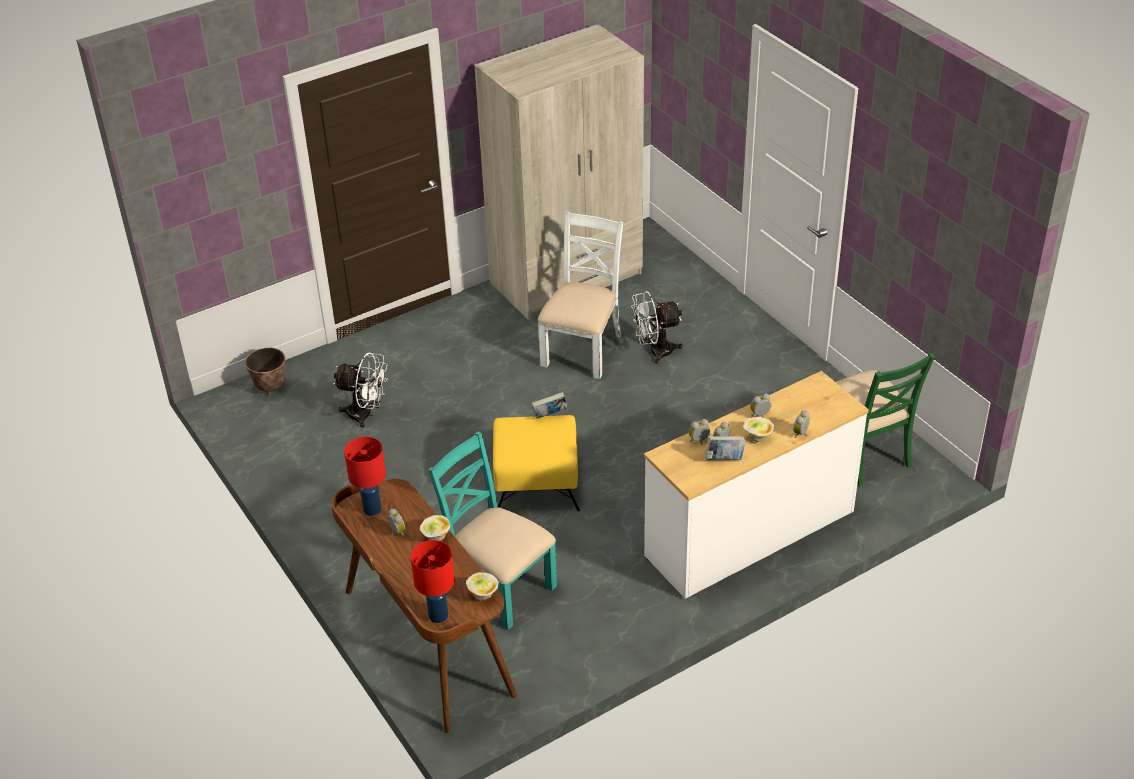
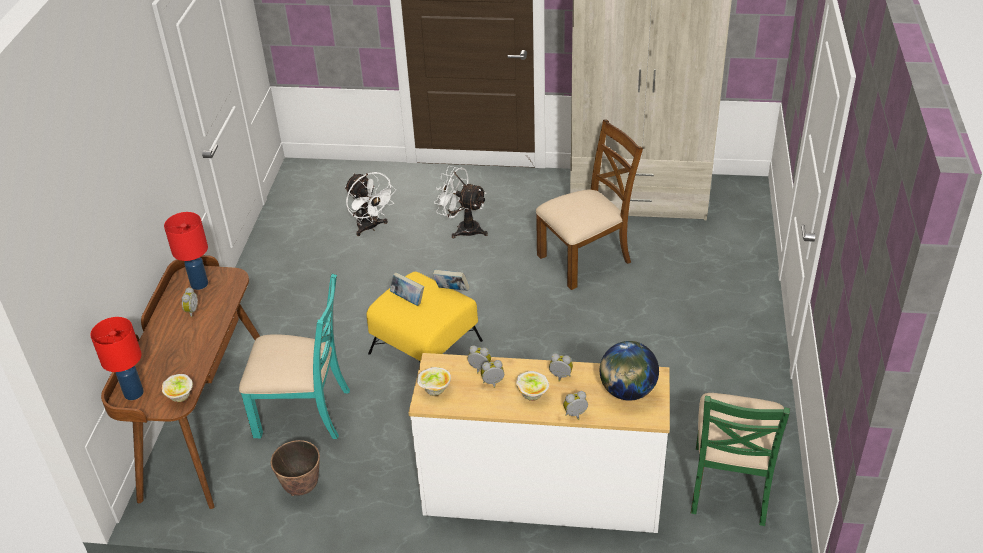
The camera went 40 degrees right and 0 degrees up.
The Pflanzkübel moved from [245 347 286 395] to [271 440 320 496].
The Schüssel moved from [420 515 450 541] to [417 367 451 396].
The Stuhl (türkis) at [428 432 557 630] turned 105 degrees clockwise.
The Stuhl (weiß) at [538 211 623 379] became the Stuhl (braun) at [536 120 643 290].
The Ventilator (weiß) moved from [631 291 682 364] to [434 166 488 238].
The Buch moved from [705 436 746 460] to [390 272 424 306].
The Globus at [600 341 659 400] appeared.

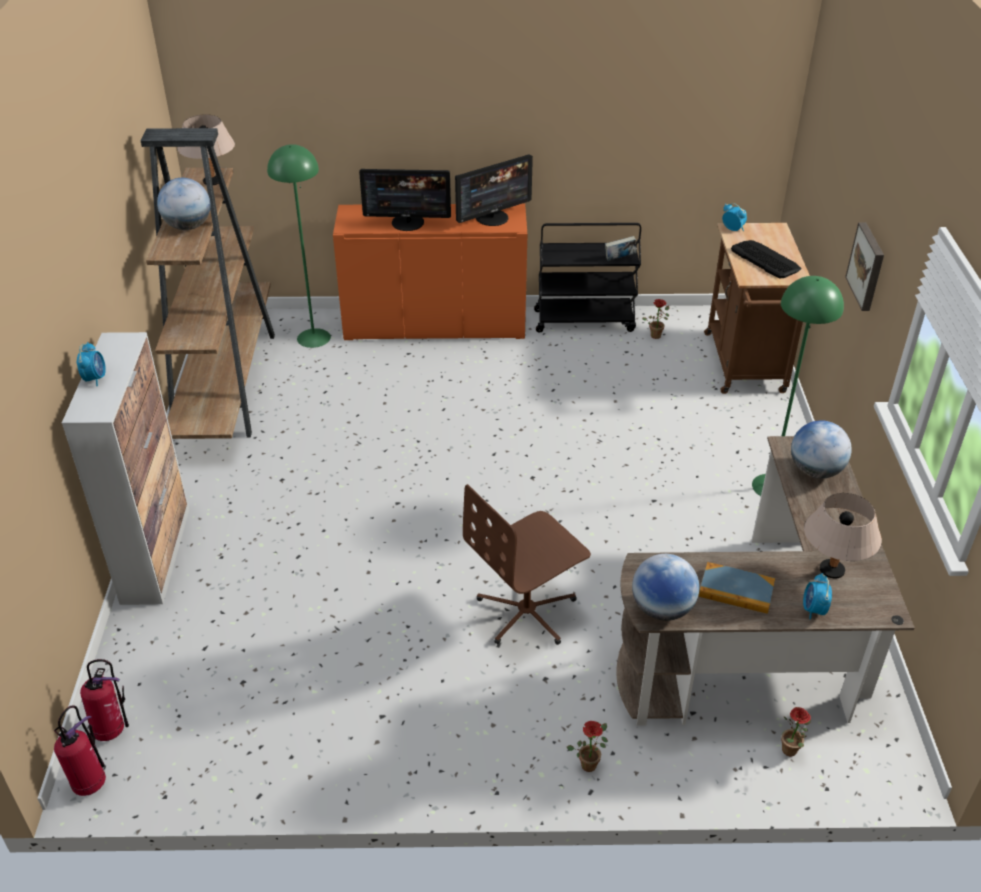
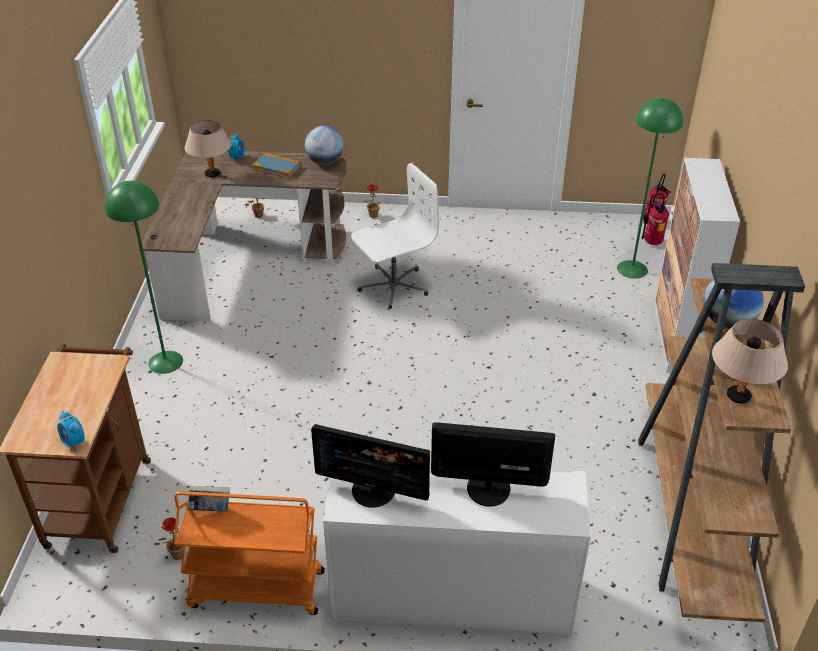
The camera went 175 degrees left and 0 degrees up.
The Wecker at [77 342 106 387] disappeared.
The Stehlampe (grün) moved from [267 144 331 348] to [617 98 683 279].
The Schrank (orange) at [333 203 527 340] became the Schrank (weiß) at [323 465 591 637].
The Monitor at [455 154 533 226] turned 135 degrees counterclockwise.
The Bürostuhl (braun) at [463 484 591 645] became the Bürostuhl (weiß) at [351 163 439 309].
The Rollwagen (schwarz) at [534 223 641 333] became the Rollwagen (orange) at [174 491 325 615].
The Tastatur at [731 240 801 278] disappeared.
The Globus at [791 420 852 479] disappeared.
The Bild at [845 222 884 311] disappeared.

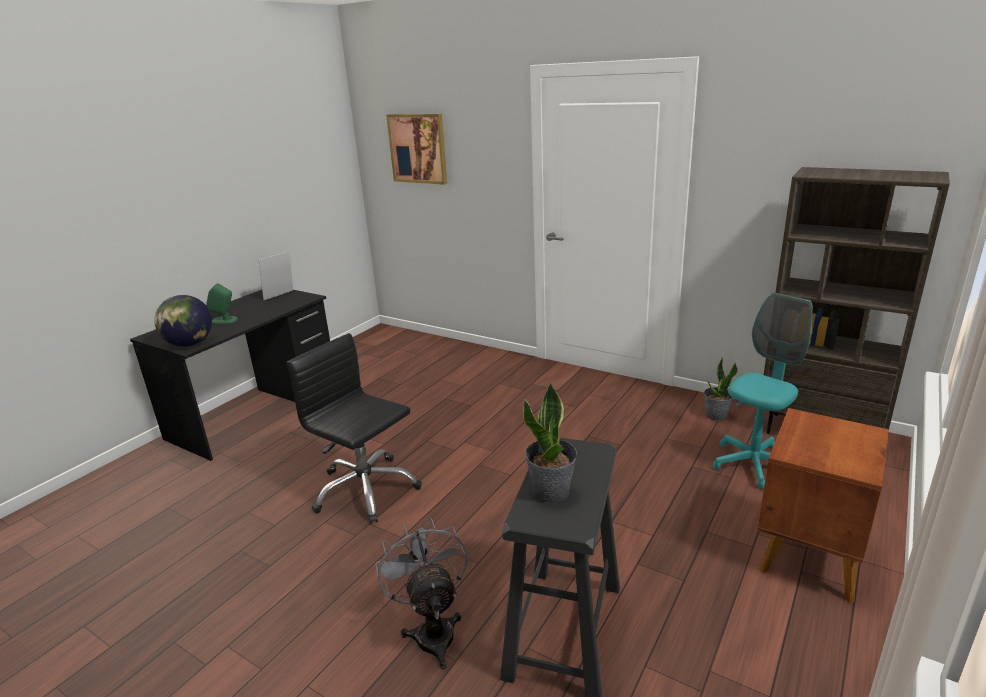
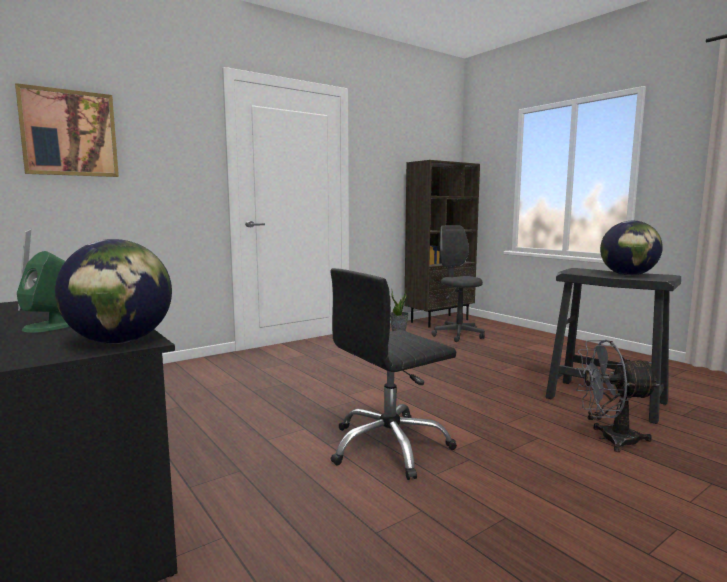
The camera went 70 degrees left and 15 degrees down.
The Topfpflanze at [523 383 577 503] was replaced by the Globus at [600 221 663 276].
The Bürostuhl (türkis) at [713 292 813 489] became the Bürostuhl (grau) at [431 225 485 342].
The Nachttisch (braun) at [757 408 889 603] disappeared.

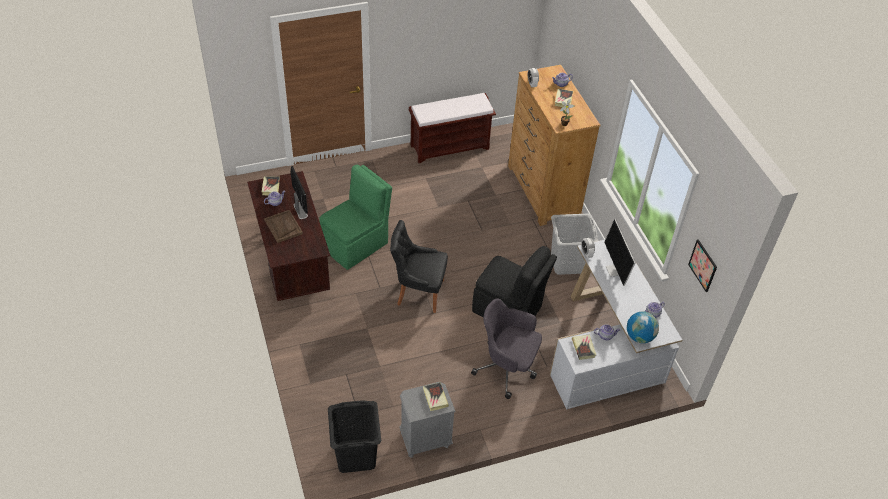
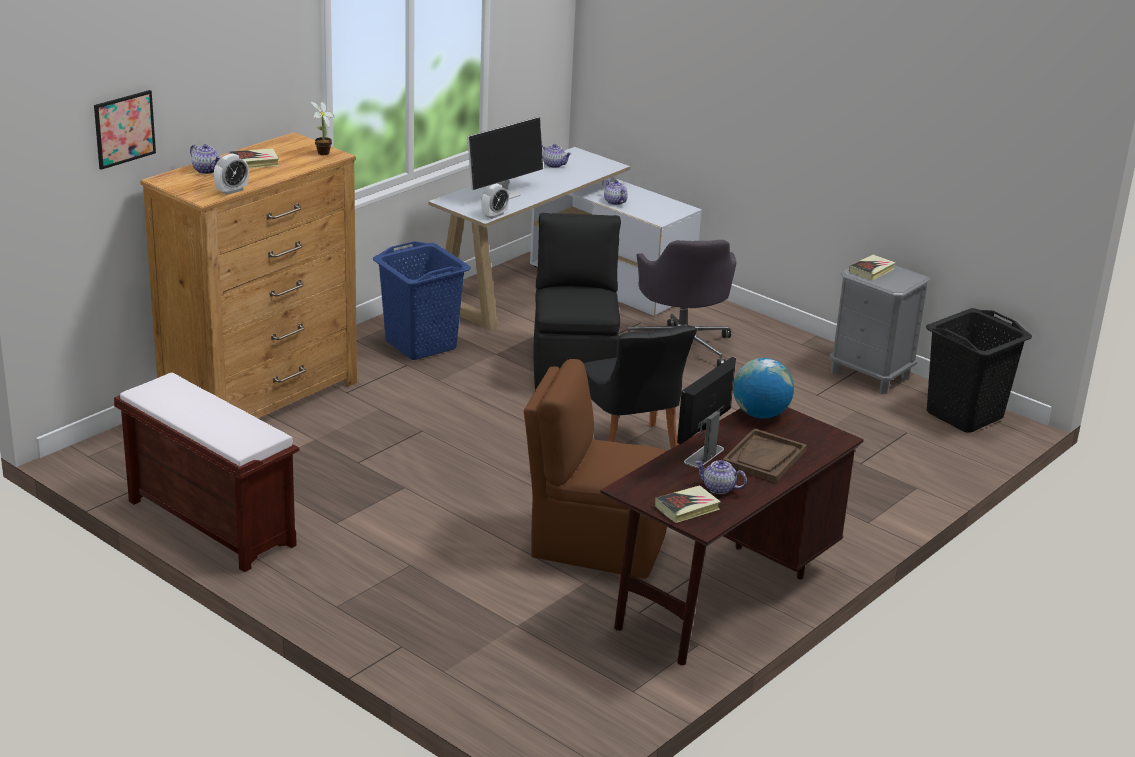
The camera went 120 degrees left and 20 degrees down.
The Stuhl (grün) at [319 165 392 270] became the Stuhl (braun) at [524 359 667 579].
The Wäschekorb (grau) at [551 214 599 275] became the Wäschekorb (blau) at [373 241 471 360].
The Buch at [572 334 596 360] disappeared.
The Globus moved from [627 311 659 343] to [733 358 794 419].
The Bild moved from [688 239 717 292] to [94 90 156 170].

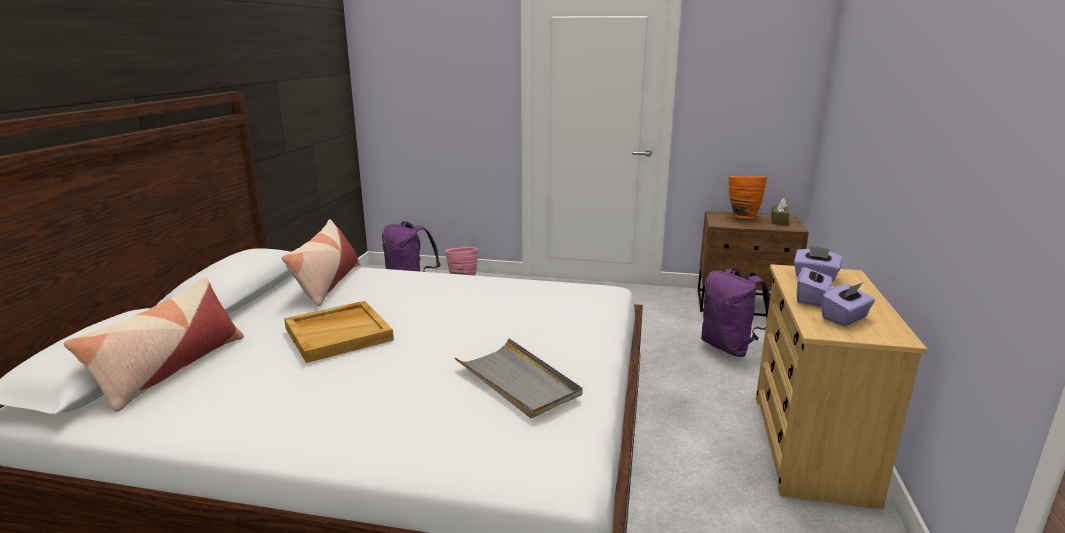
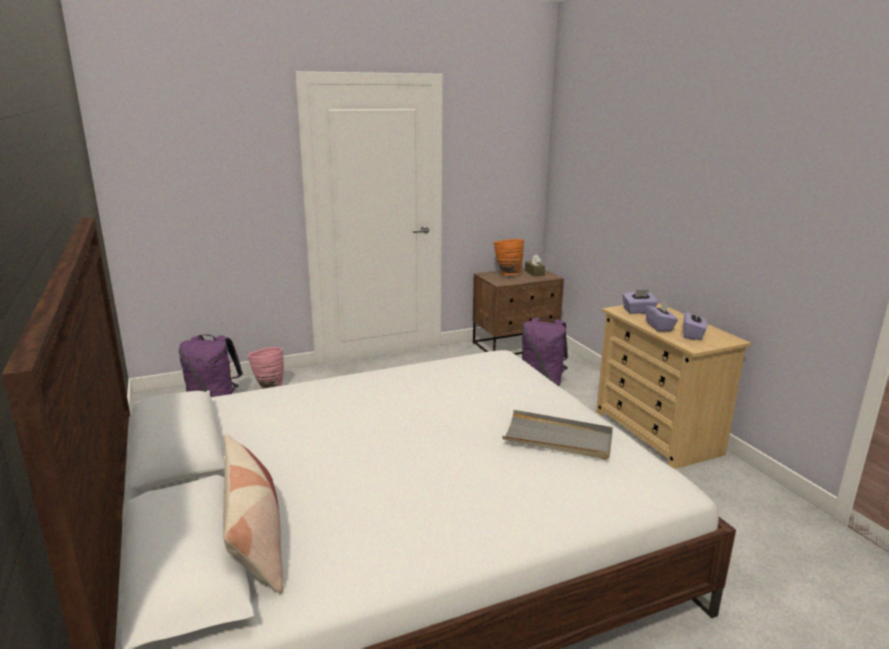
The camera went 35 degrees left and 0 degrees up.
The Kissen at [282 219 360 306] disappeared.
The Tablett (beige) at [284 301 394 363] disappeared.

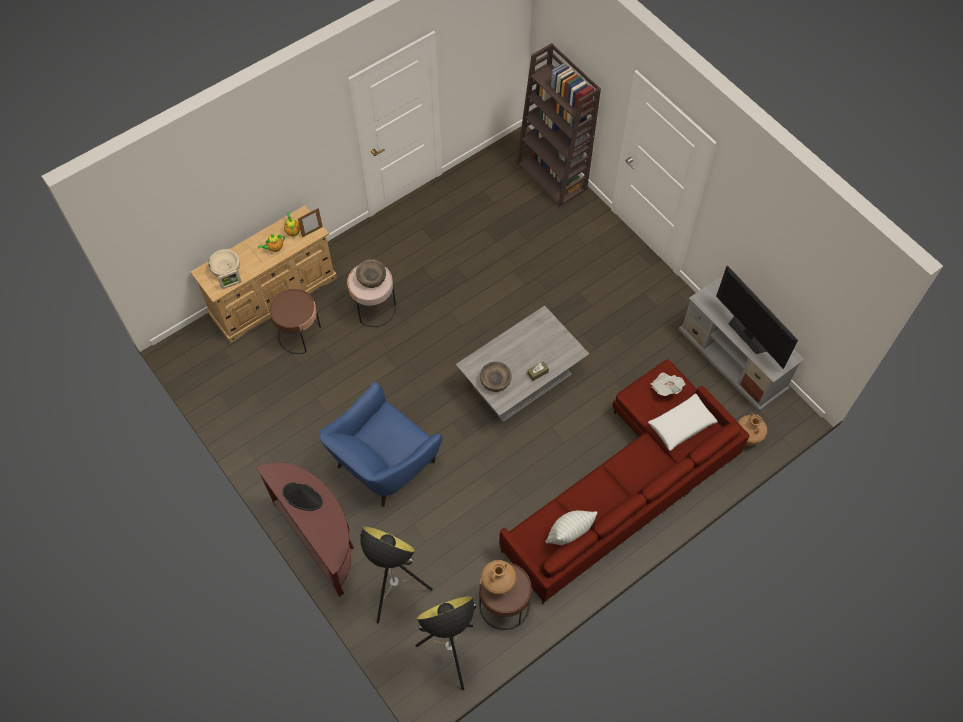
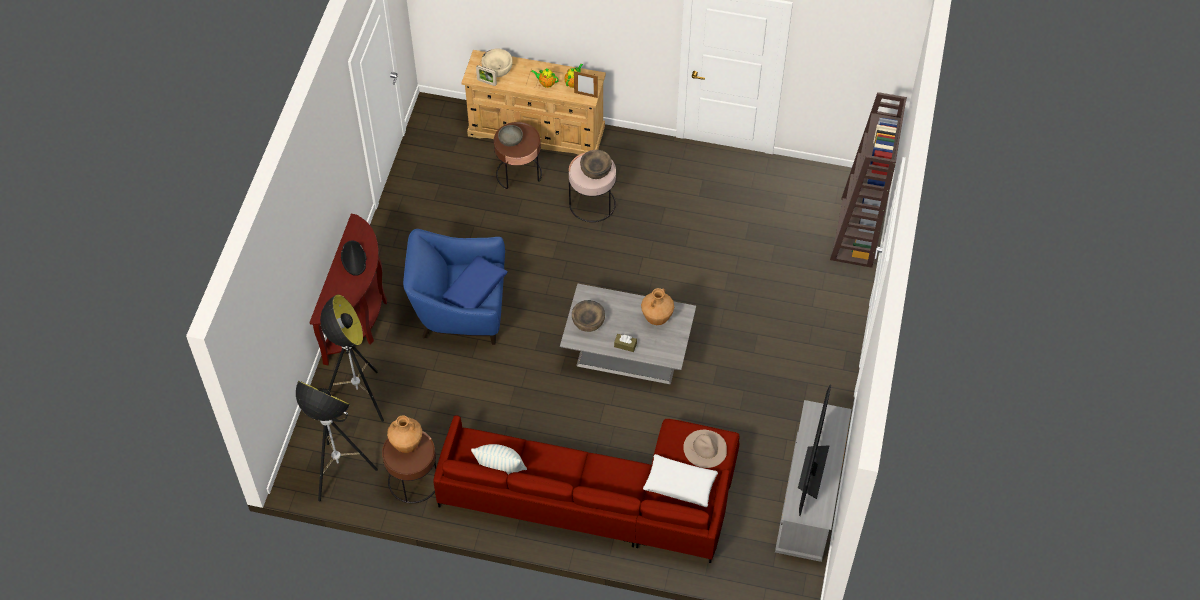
The camera went 50 degrees right and 5 degrees down.
The Zeitung at [650 373 686 396] was replaced by the Hut (beige) at [683 430 727 468].
The Vase (braun) moved from [738 413 767 446] to [641 288 674 325].
The Kissen (blau) at [442 256 508 308] appeared.
The Schüssel (grau) at [498 125 523 146] appeared.

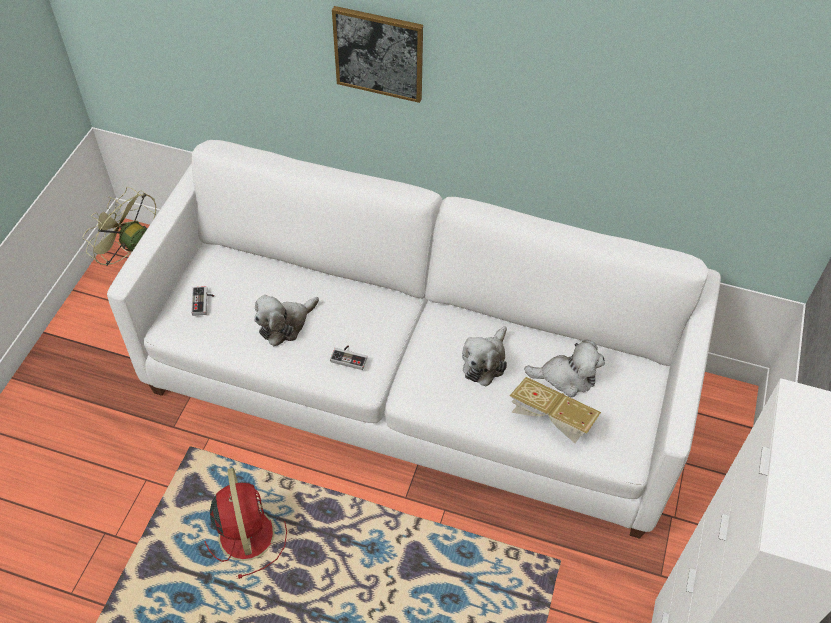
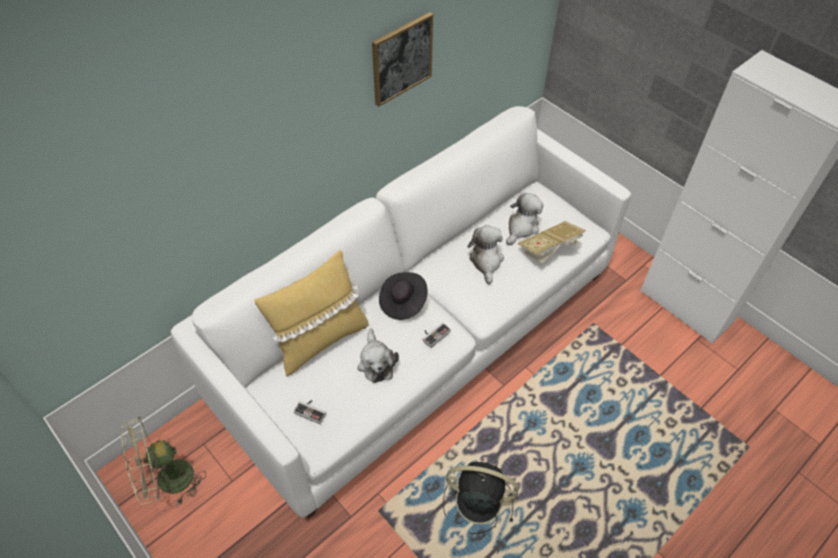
The camera went 60 degrees left and 0 degrees up.
The Ventilator (rot) at [205 468 287 579] became the Ventilator (schwarz) at [443 462 519 534].
The Bild moved from [332 6 423 103] to [372 12 433 107].
The Plüschtier at [462 326 507 386] turned 150 degrees counterclockwise.
The Kissen (gelb) at [255 250 369 377] appeared.
The Hut (schwarz) at [379 272 427 320] appeared.

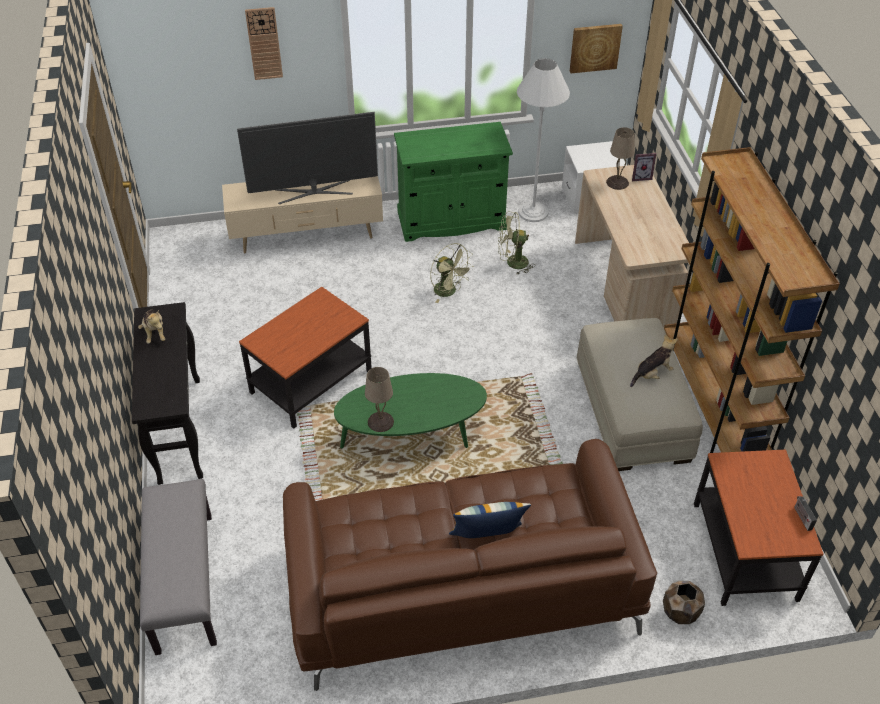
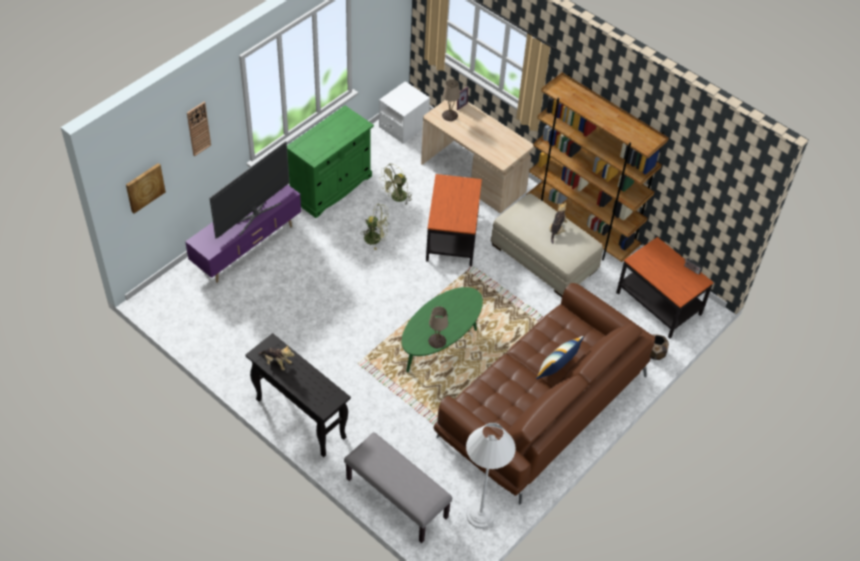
The camera went 40 degrees left and 5 degrees up.
The Fernsehschrank (beige) at [222 176 383 253] became the Fernsehschrank (lila) at [185 184 301 283].
The Beistelltisch moved from [239 287 372 429] to [426 174 482 266].
The Stehlampe (weiß) moved from [517 58 570 222] to [466 423 516 528].
The Bild moved from [570 24 623 73] to [126 163 166 213].

